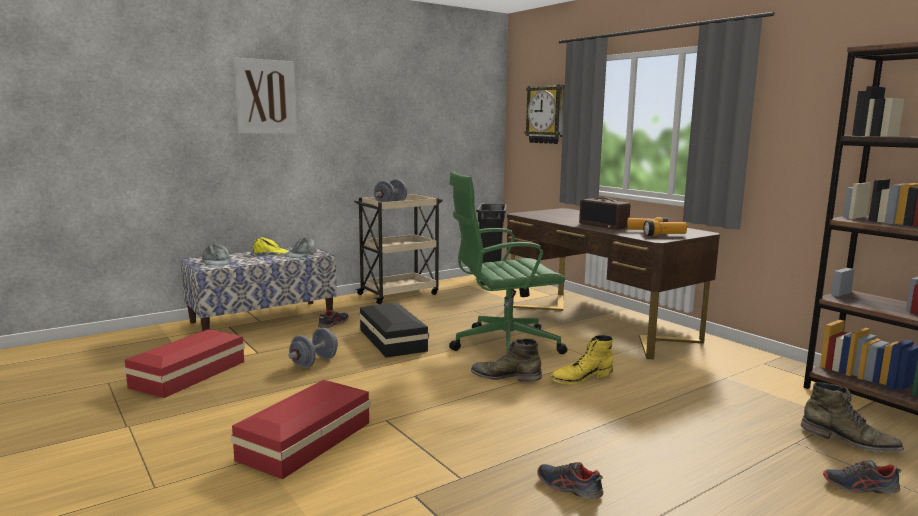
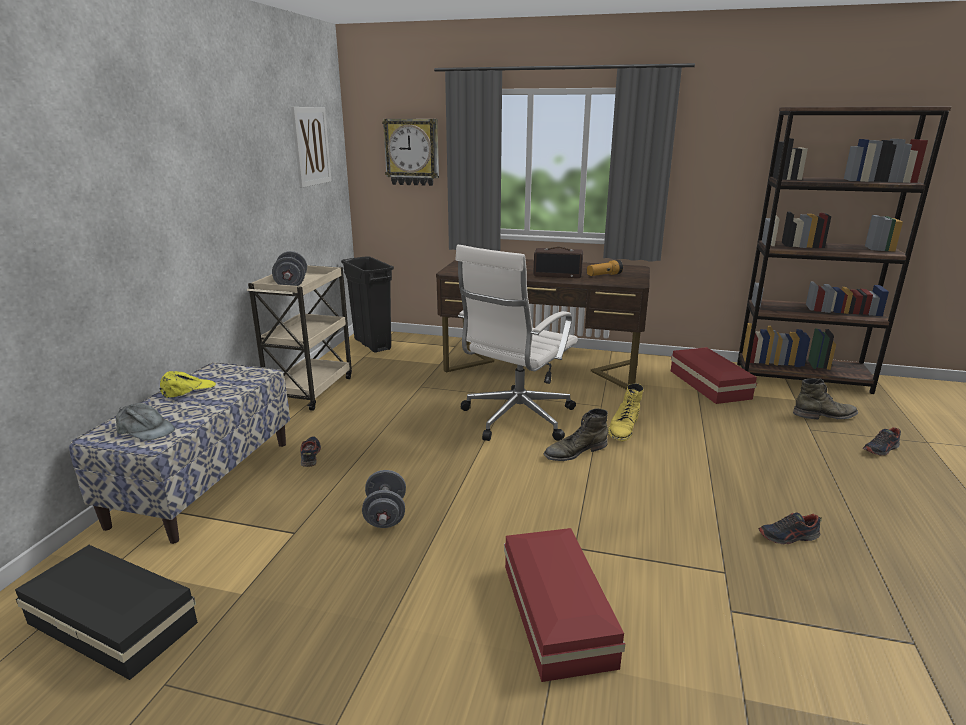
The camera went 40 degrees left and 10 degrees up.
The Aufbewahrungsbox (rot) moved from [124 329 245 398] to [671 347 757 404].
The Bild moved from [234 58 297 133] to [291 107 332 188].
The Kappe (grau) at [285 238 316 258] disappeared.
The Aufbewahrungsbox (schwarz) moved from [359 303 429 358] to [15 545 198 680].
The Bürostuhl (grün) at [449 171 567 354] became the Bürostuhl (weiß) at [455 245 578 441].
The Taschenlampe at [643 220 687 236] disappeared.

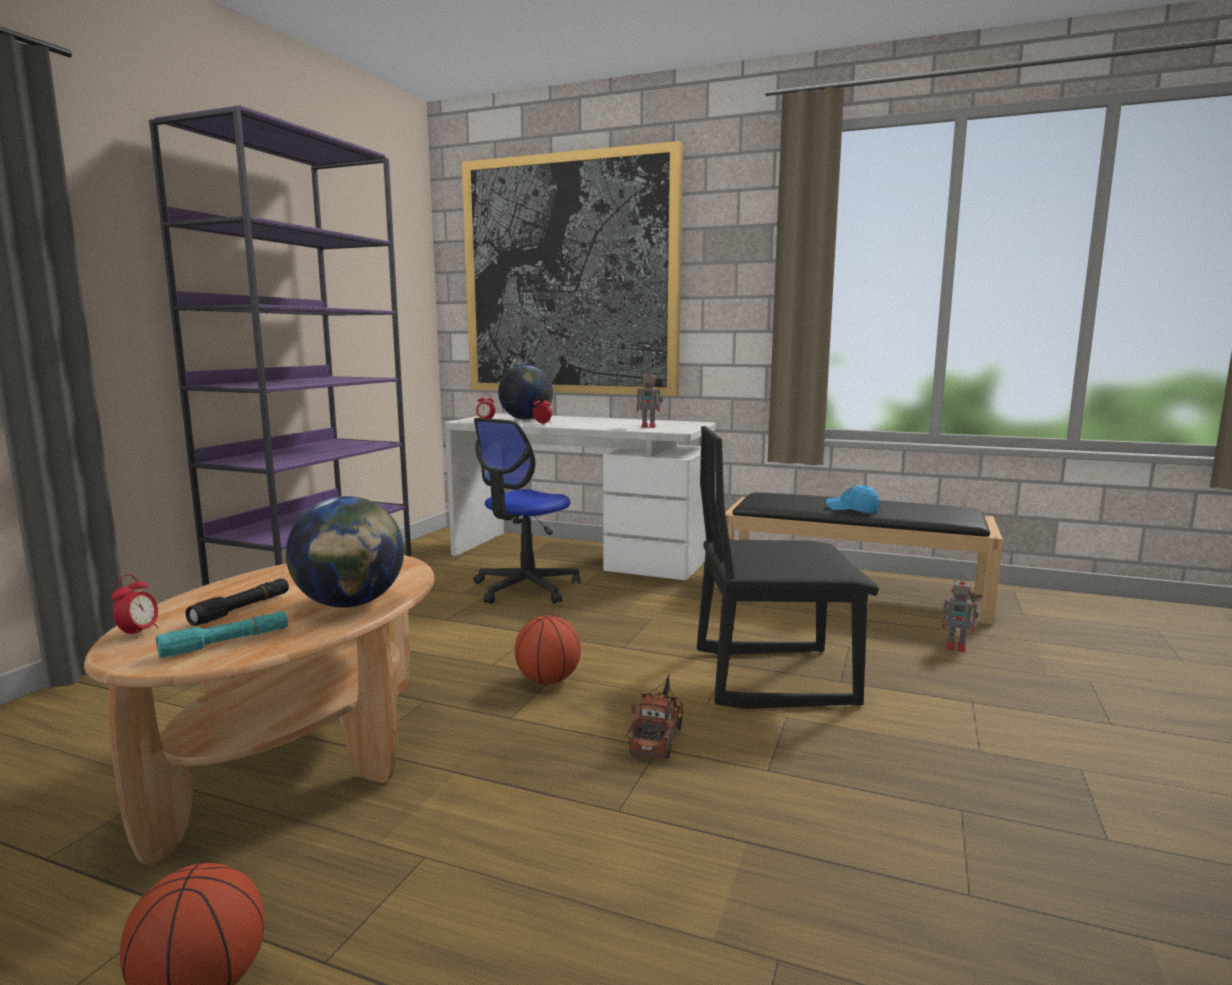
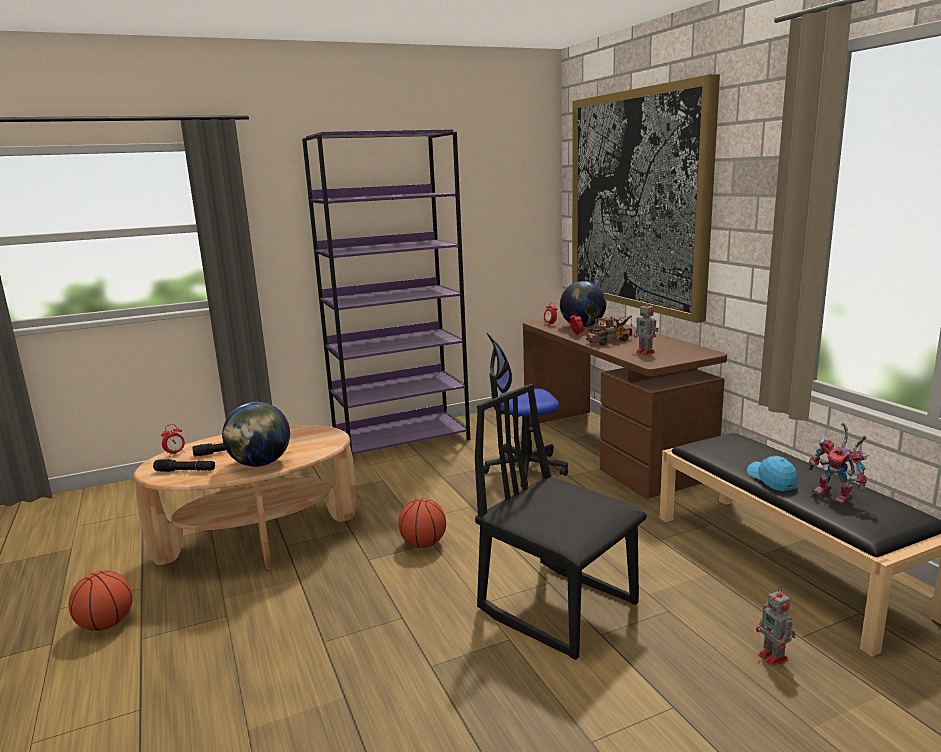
The camera went 45 degrees right and 5 degrees up.
The Taschenlampe (türkis) at [156 611 288 658] became the Taschenlampe (schwarz) at [153 459 215 472].
The Schreibtisch (weiß) at [445 413 715 580] became the Schreibtisch (braun) at [523 316 727 499].
The Spielzeuglaster moved from [627 675 684 759] to [585 315 632 346].
The Spielzeugroboter at [807 423 869 503] appeared.

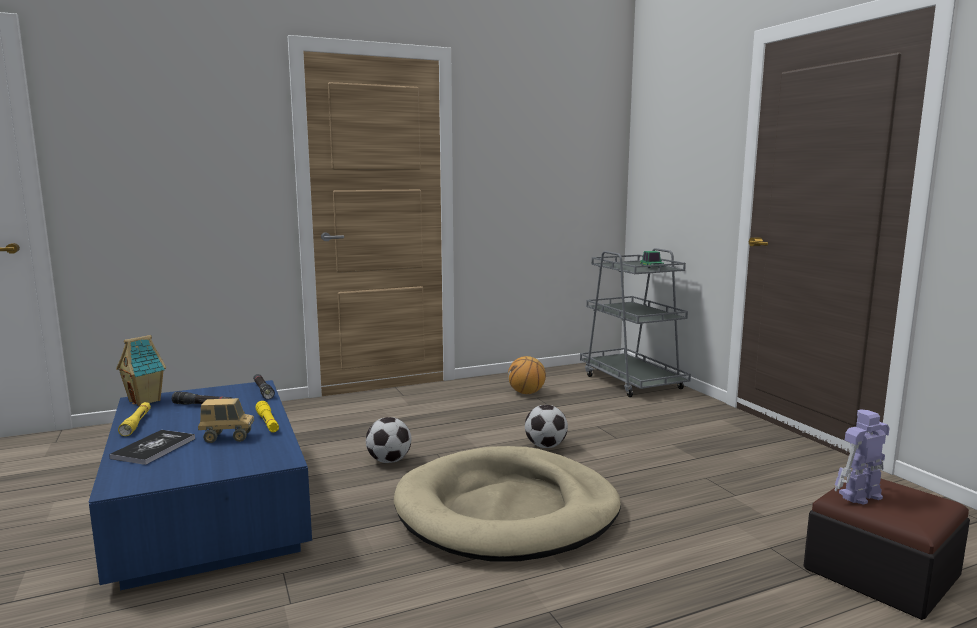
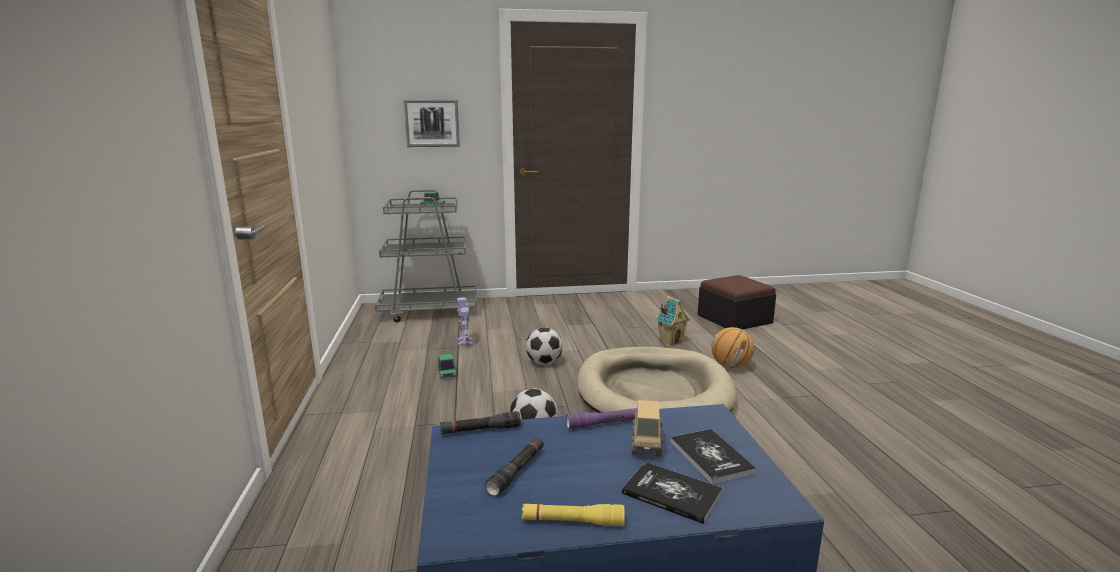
The camera went 75 degrees left and 5 degrees up.
The Spielzeughaus moved from [116 335 166 406] to [655 296 690 346].
The Taschenlampe (gelb) at [255 401 279 433] became the Taschenlampe (lila) at [566 408 637 429].
The Basketball moved from [508 356 546 394] to [711 327 755 369].
The Spielzeugroboter moved from [834 409 890 505] to [457 297 473 347].
The Bild at [403 100 460 147] appeared.
The Spielzeugauto at [438 354 457 378] appeared.
The Buch at [670 429 756 484] appeared.

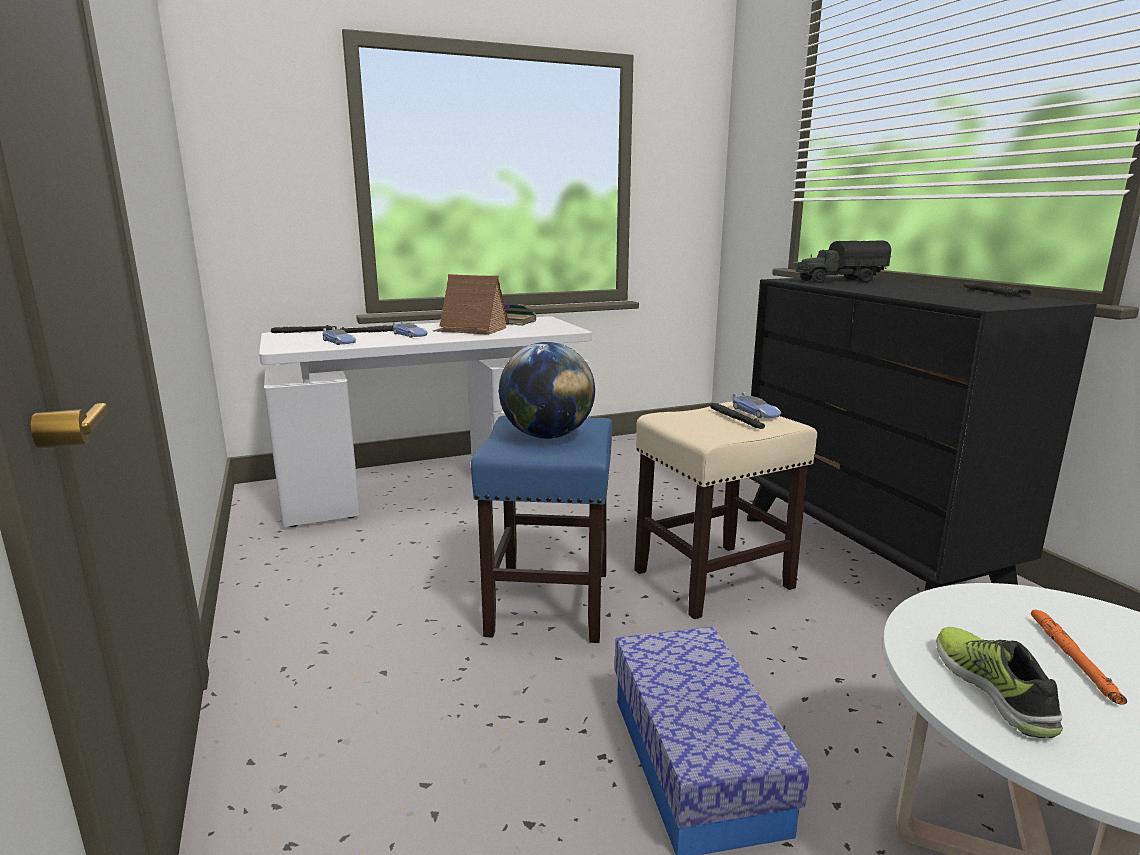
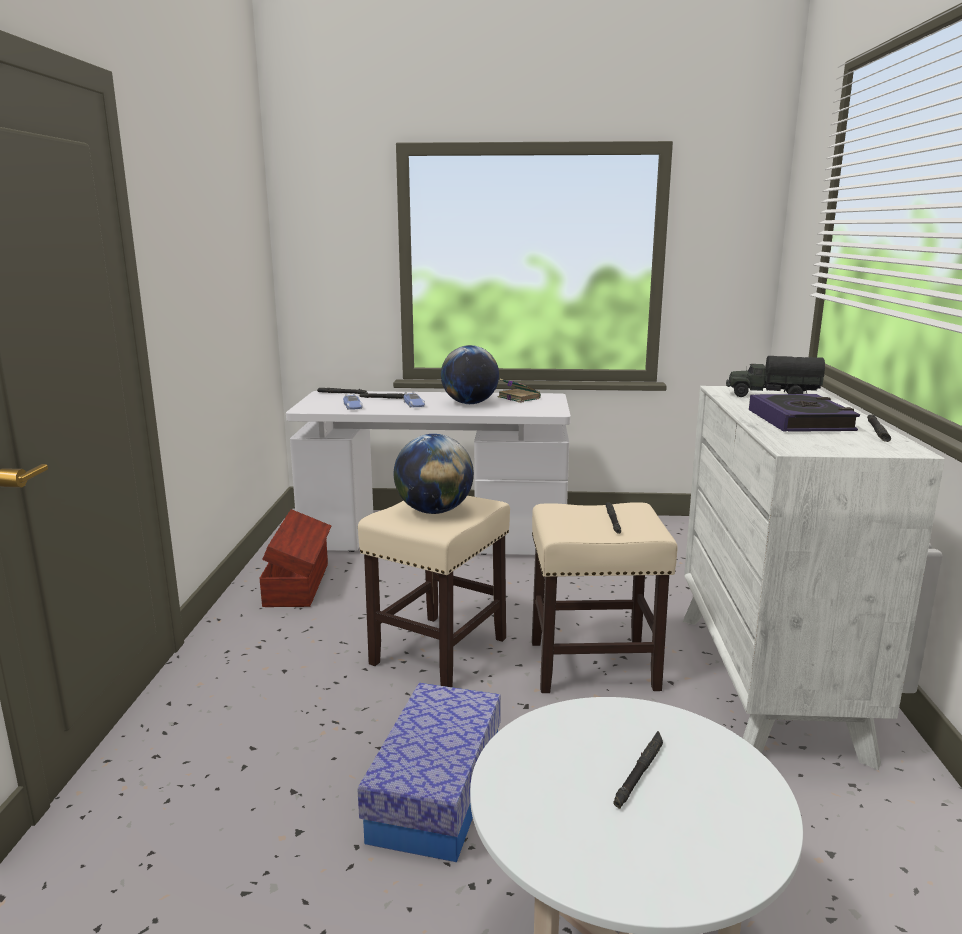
The camera went 25 degrees right and 0 degrees up.
The Spielzeughaus at [433 274 509 335] was replaced by the Globus at [441 345 499 404].
The Hocker (blau) at [471 416 612 643] became the Hocker (beige) at [358 496 510 687].
The Spielzeugauto at [733 392 781 418] disappeared.
The Kommode (schwarz) at [747 276 1097 591] became the Kommode (weiß) at [683 386 945 770].
The Schuh at [936 627 1063 738] disappeared.
The Taschenlampe (orange) at [1031 610 1127 705] became the Taschenlampe (schwarz) at [613 731 663 809].
The Aufbewahrungsbox (braun) at [259 509 331 607] appeared.
The Buch at [749 394 860 432] appeared.

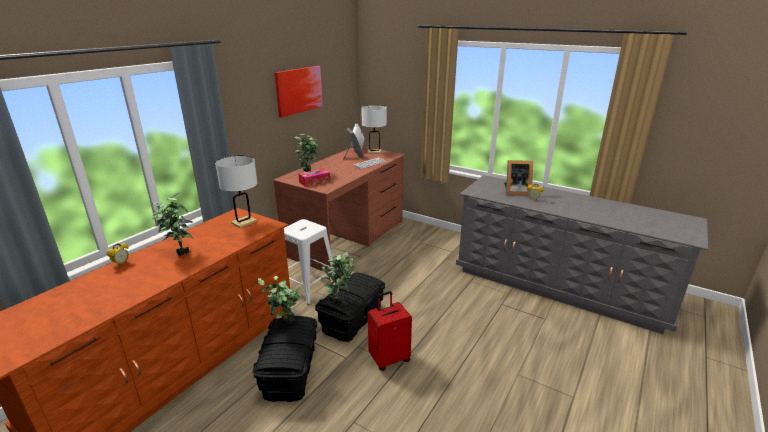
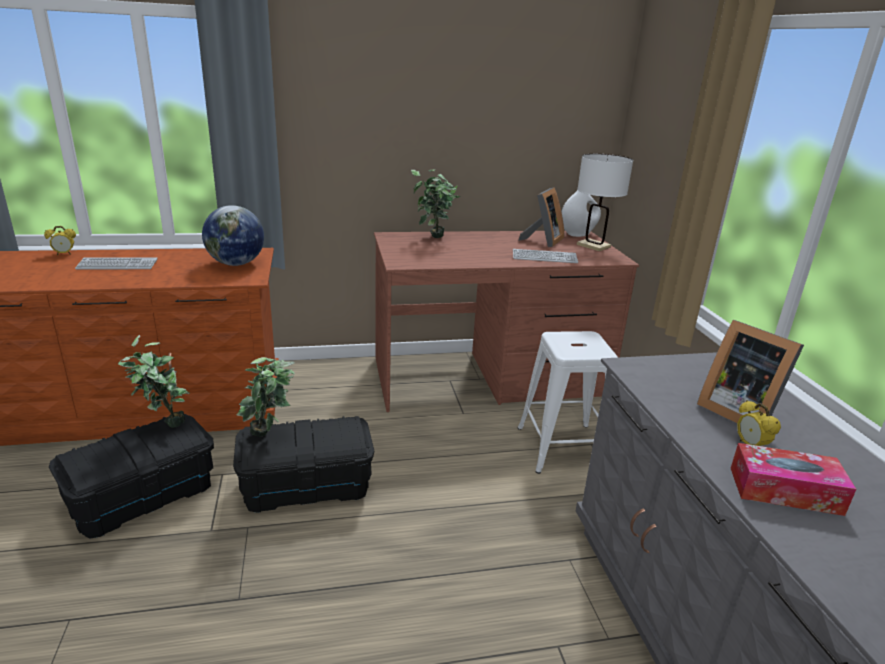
The camera went 45 degrees right and 0 degrees up.
The Topfpflanze at [152 192 194 256] was replaced by the Tastatur at [75 257 158 269].
The Tischlampe (weiß) at [215 155 257 228] was replaced by the Globus at [202 205 264 266].
The Bild at [275 66 323 118] disappeared.
The Hocker (weiß) moved from [284 219 336 305] to [518 331 618 474].
The Taschentuchbox moved from [298 169 330 187] to [731 443 856 516].
The Koffer (rot) at [368 291 412 371] disappeared.

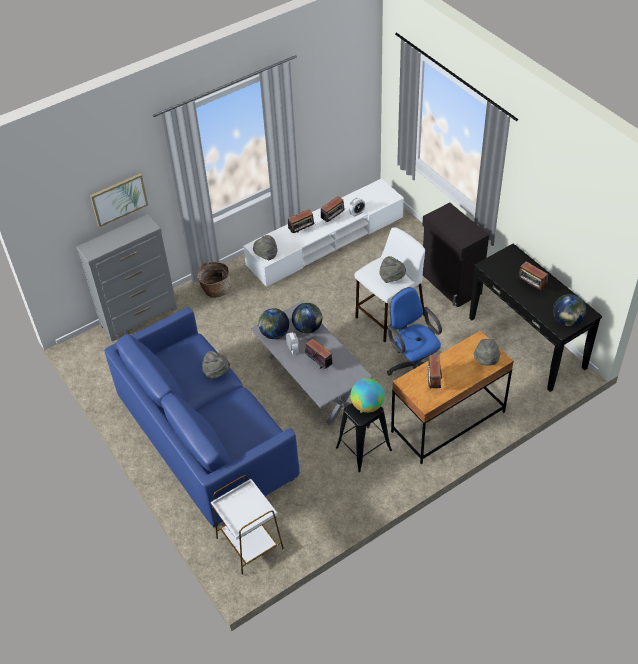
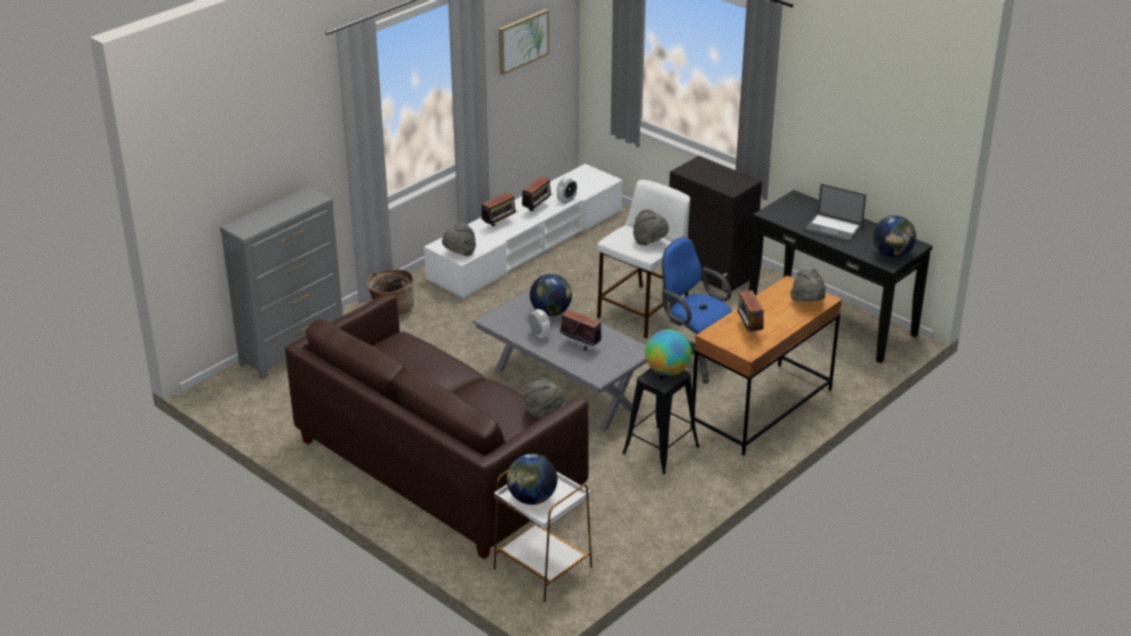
The camera went 15 degrees left and 15 degrees down.
The Bild moved from [90 173 148 227] to [499 9 549 75].
The Sofa (blau) at [104 308 300 528] became the Sofa (braun) at [285 293 589 559].
The Hut (grau) moved from [202 351 230 379] to [524 377 565 419].
The Globus moved from [258 308 289 339] to [507 454 557 505].
The Radio at [518 261 548 291] was replaced by the Laptop at [804 184 866 243].

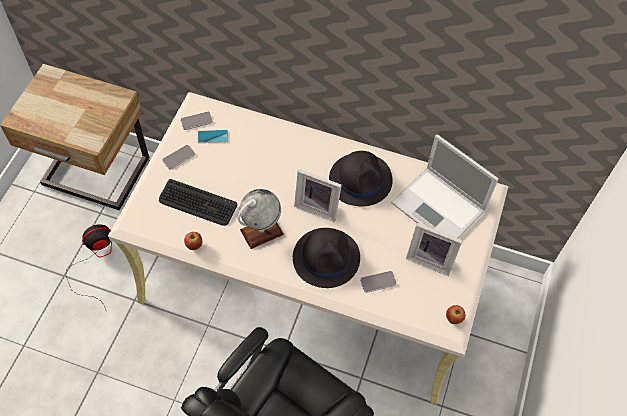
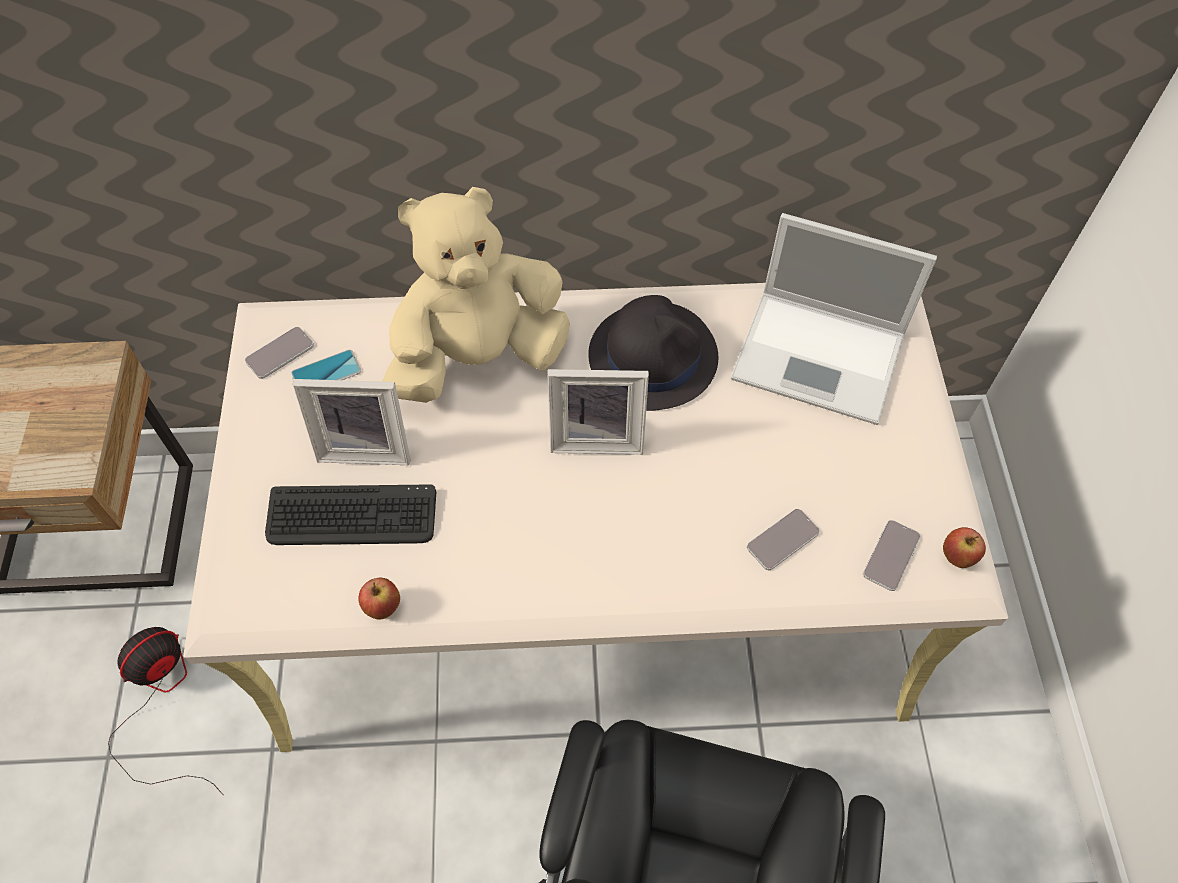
The camera went 20 degrees left and 0 degrees up.
The Handy moved from [162 145 195 169] to [863 520 920 591].
The Globus at [237 189 284 249] disappeared.
The Hut (schwarz) at [293 228 360 288] disappeared.
The Bilderrahmen moved from [406 223 463 276] to [293 379 411 465].
The Plüschtier (beige) at [382 187 570 403] appeared.

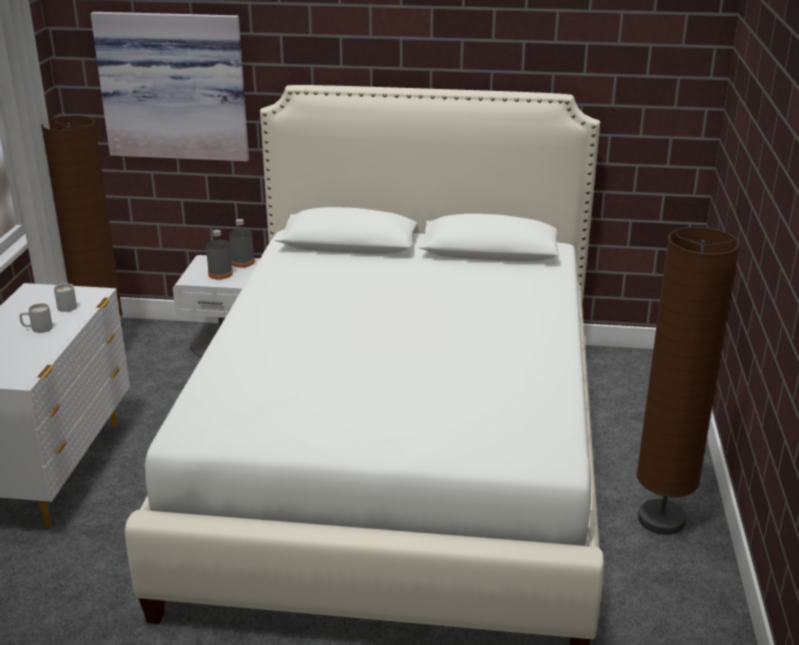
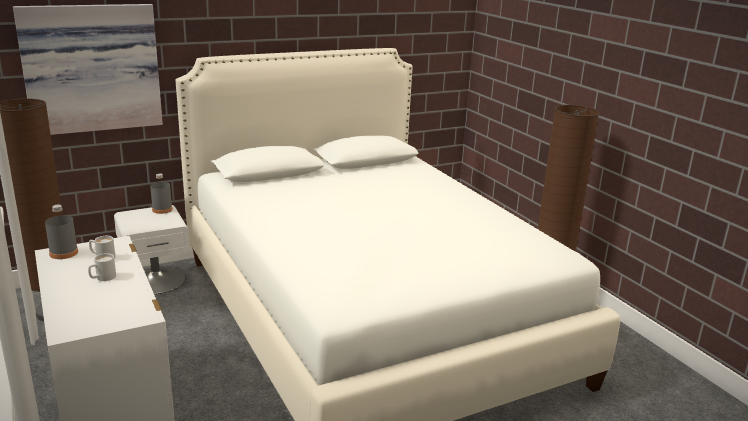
The camera went 35 degrees left and 5 degrees down.
The Flasche (grau) moved from [206 230 233 279] to [45 205 78 259].

